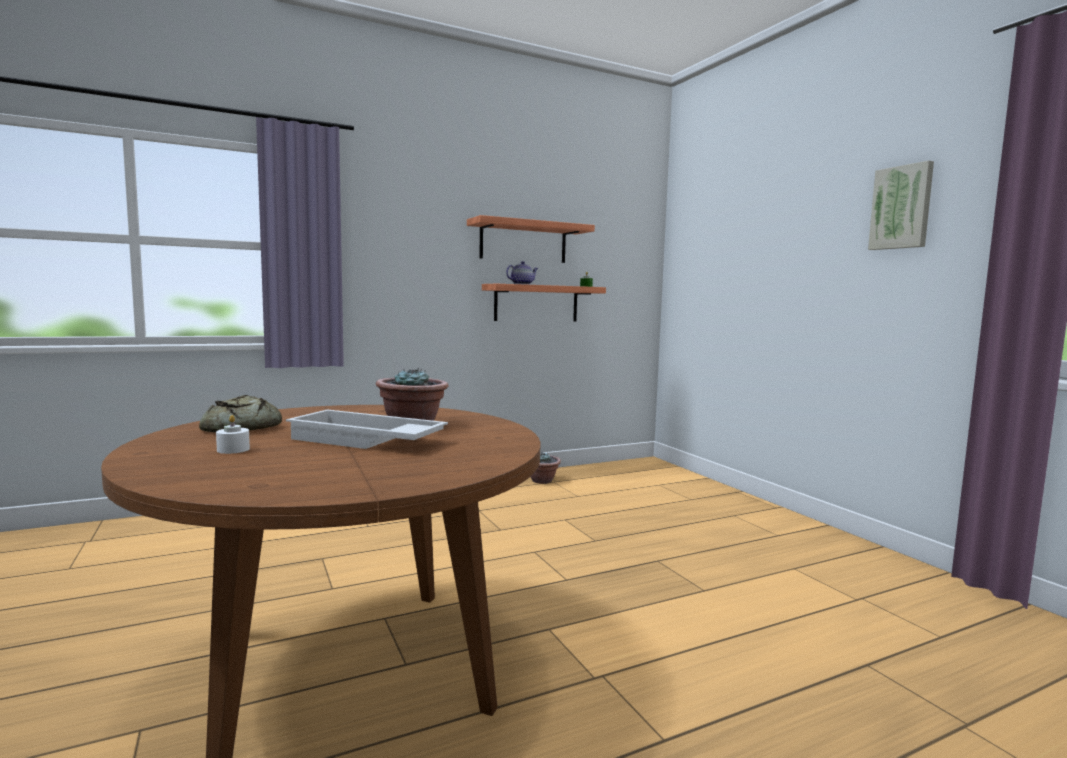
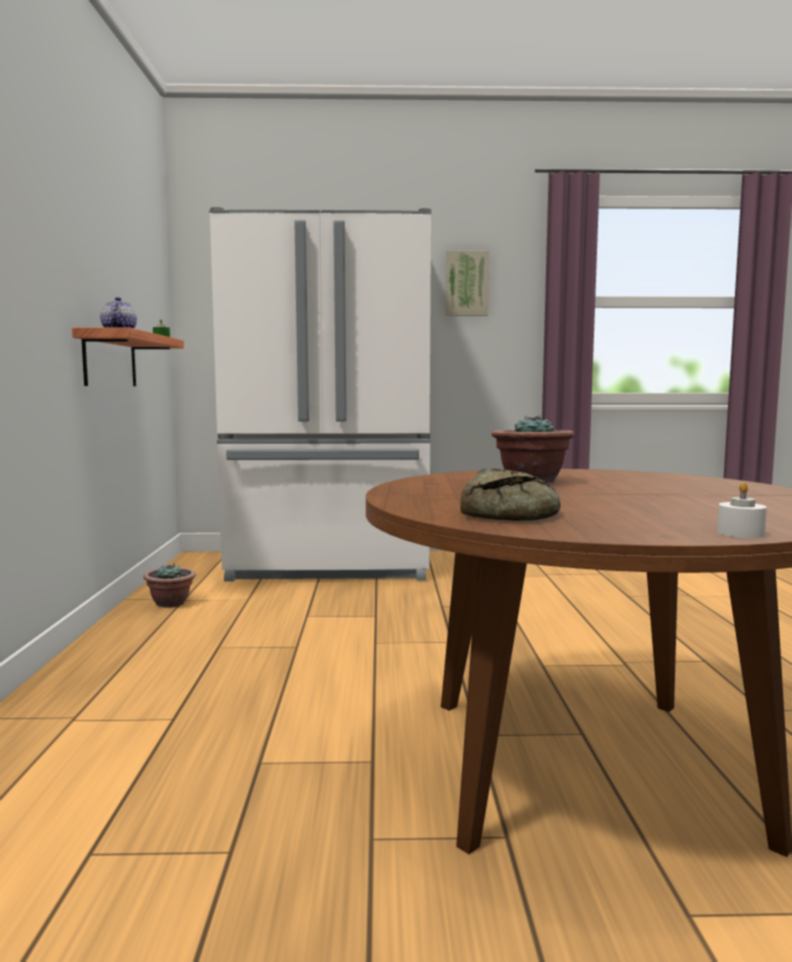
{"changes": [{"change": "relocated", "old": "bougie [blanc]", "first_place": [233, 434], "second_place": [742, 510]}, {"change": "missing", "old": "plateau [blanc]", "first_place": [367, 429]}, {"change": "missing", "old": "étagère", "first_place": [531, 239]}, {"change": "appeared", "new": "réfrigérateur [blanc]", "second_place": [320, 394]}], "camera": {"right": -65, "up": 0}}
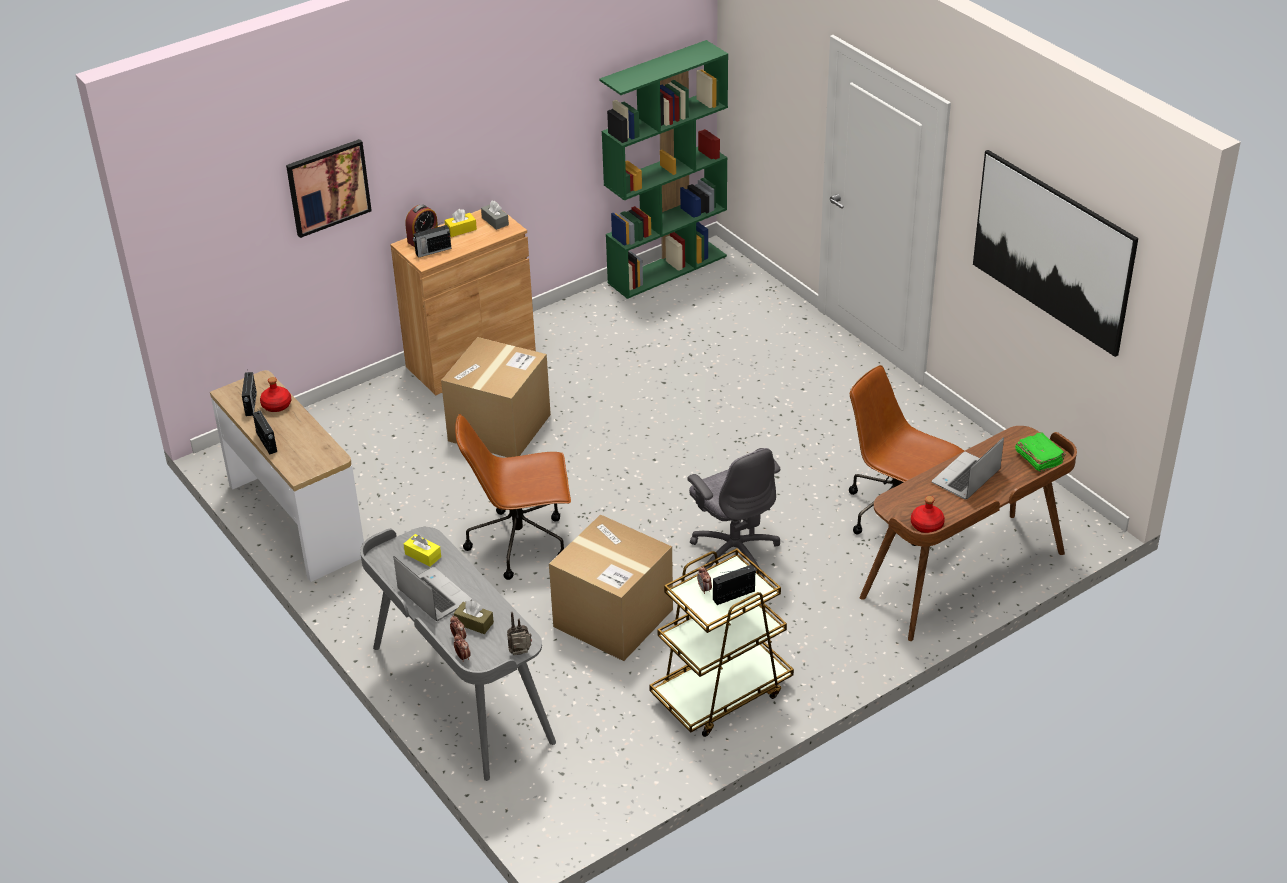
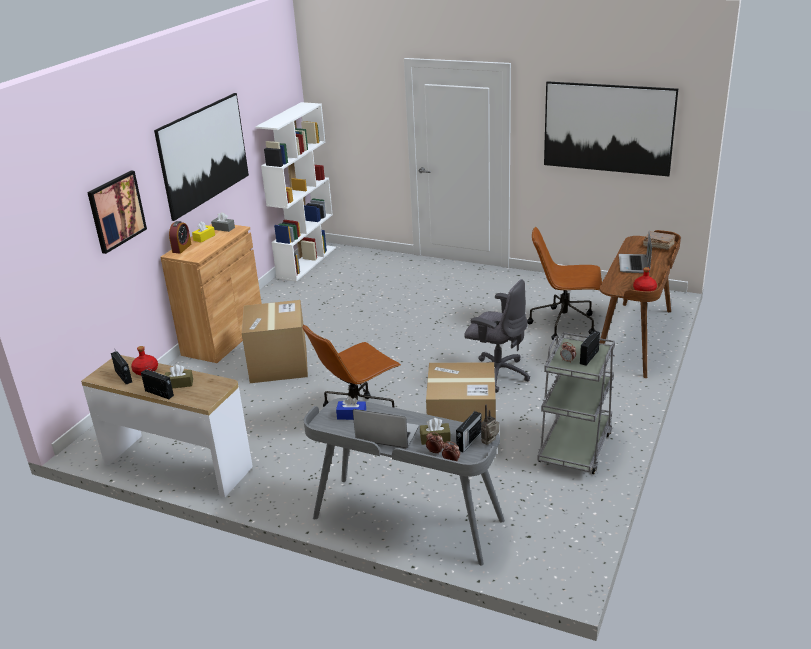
{"changes": [{"change": "colour", "old": "boîte à mouchoirs [jaune]", "new": "boîte à mouchoirs [bleu]", "first_place": [422, 550], "second_place": [351, 408]}, {"change": "relocated", "old": "radio", "first_place": [432, 240], "second_place": [469, 430]}, {"change": "colour", "old": "bibliothèque [vert]", "new": "bibliothèque [blanc]", "first_place": [664, 169], "second_place": [296, 192]}, {"change": "colour", "old": "chariot [marron]", "new": "chariot [gris]", "first_place": [721, 642], "second_place": [576, 403]}, {"change": "colour", "old": "livre [vert]", "new": "livre [marron]", "first_place": [1040, 452], "second_place": [659, 240]}, {"change": "appeared", "new": "tableau", "second_place": [201, 157]}, {"change": "appeared", "new": "boîte à mouchoirs [marron]", "second_place": [179, 376]}], "camera": {"right": -30, "up": -10}}
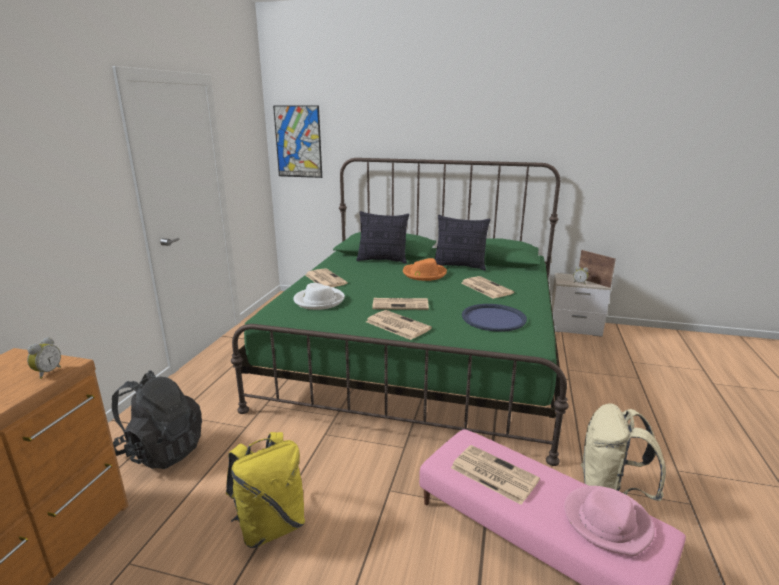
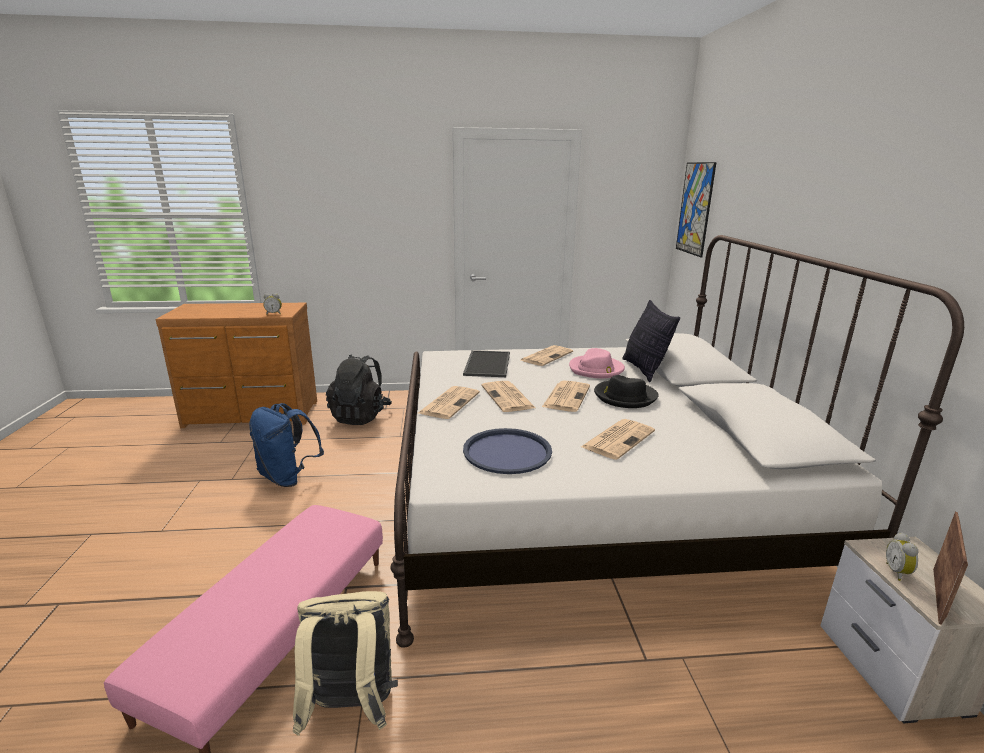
{"changes": [{"change": "colour", "old": "sac à dos [jaune]", "new": "sac à dos [bleu]", "first_place": [265, 490], "second_place": [286, 445]}, {"change": "colour", "old": "lit [vert]", "new": "lit [blanc]", "first_place": [400, 312], "second_place": [677, 441]}, {"change": "exchanged", "old": "chapeau [blanc]", "new": "plateau", "first_place": [319, 296], "second_place": [486, 363]}, {"change": "colour", "old": "chapeau [orange]", "new": "chapeau [noir]", "first_place": [425, 269], "second_place": [626, 391]}, {"change": "missing", "old": "coussin", "first_place": [463, 243]}, {"change": "relocated", "old": "journal", "first_place": [495, 475], "second_place": [566, 396]}, {"change": "relocated", "old": "chapeau [rose]", "first_place": [609, 521], "second_place": [597, 363]}], "camera": {"right": 70, "up": 0}}
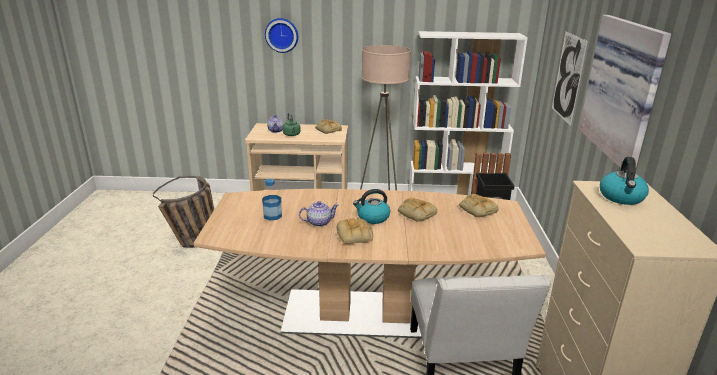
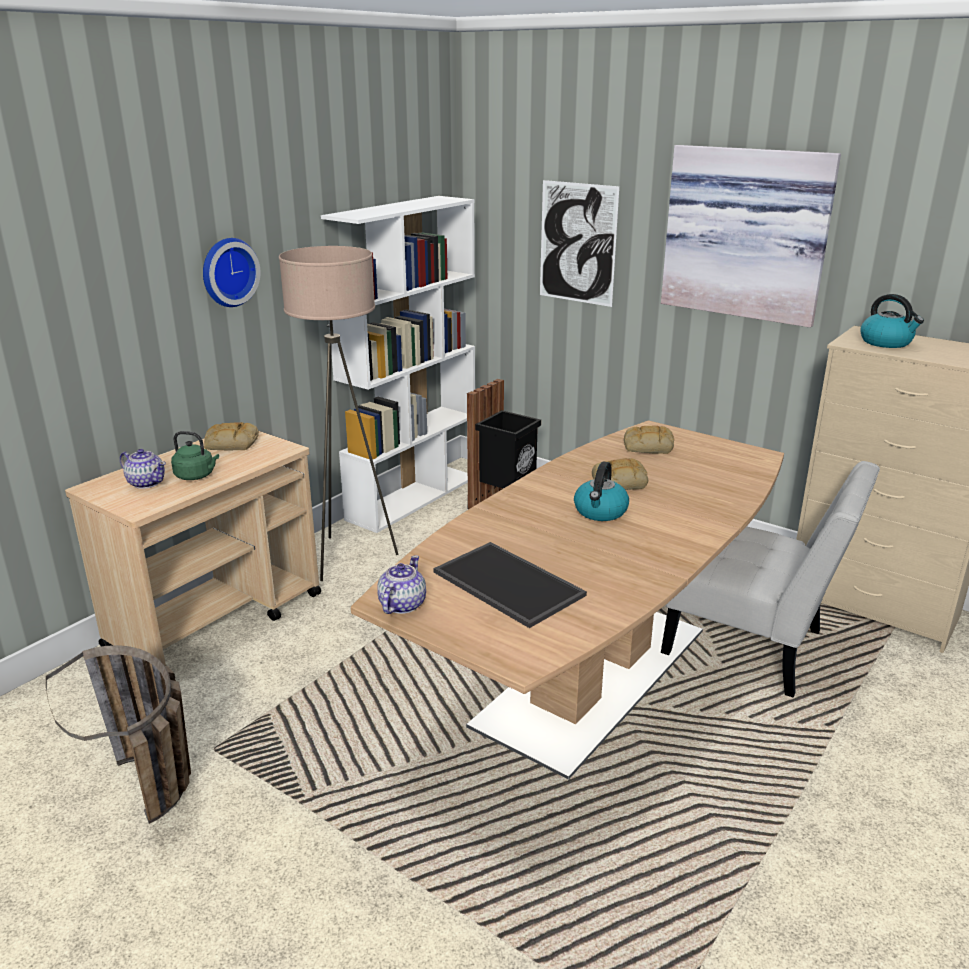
{"changes": [{"change": "exchanged", "old": "bouteille", "new": "plateau", "first_place": [272, 199], "second_place": [510, 585]}, {"change": "relocated", "old": "horloge murale", "first_place": [281, 35], "second_place": [231, 272]}, {"change": "relocated", "old": "théière", "first_place": [319, 214], "second_place": [401, 584]}, {"change": "missing", "old": "pain", "first_place": [355, 231]}], "camera": {"right": -55, "up": 0}}
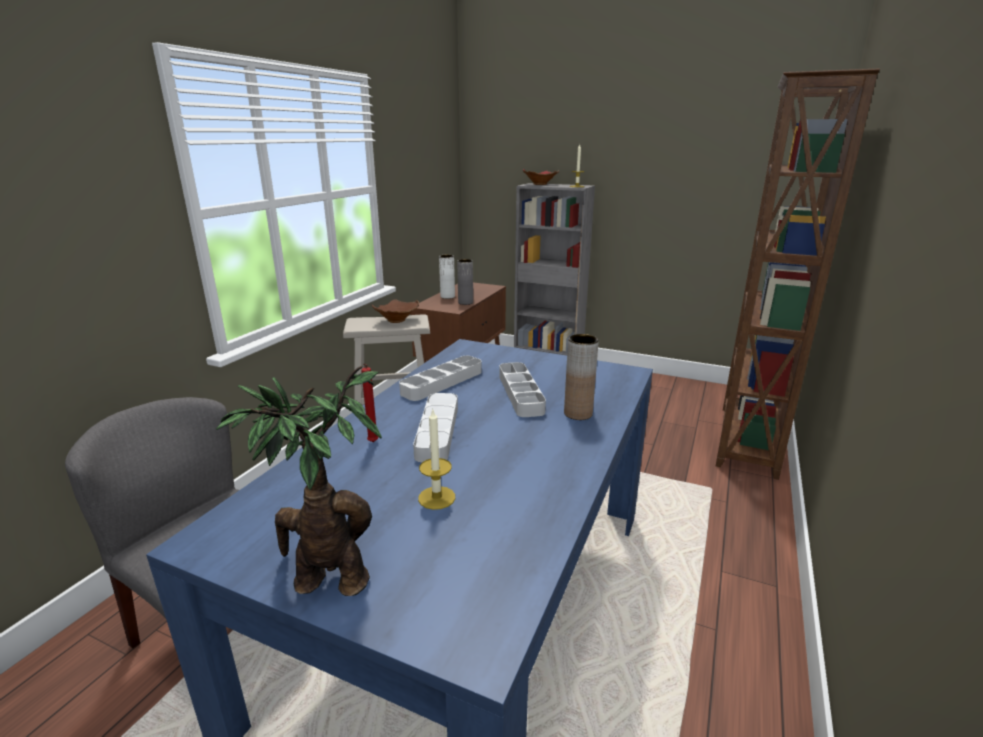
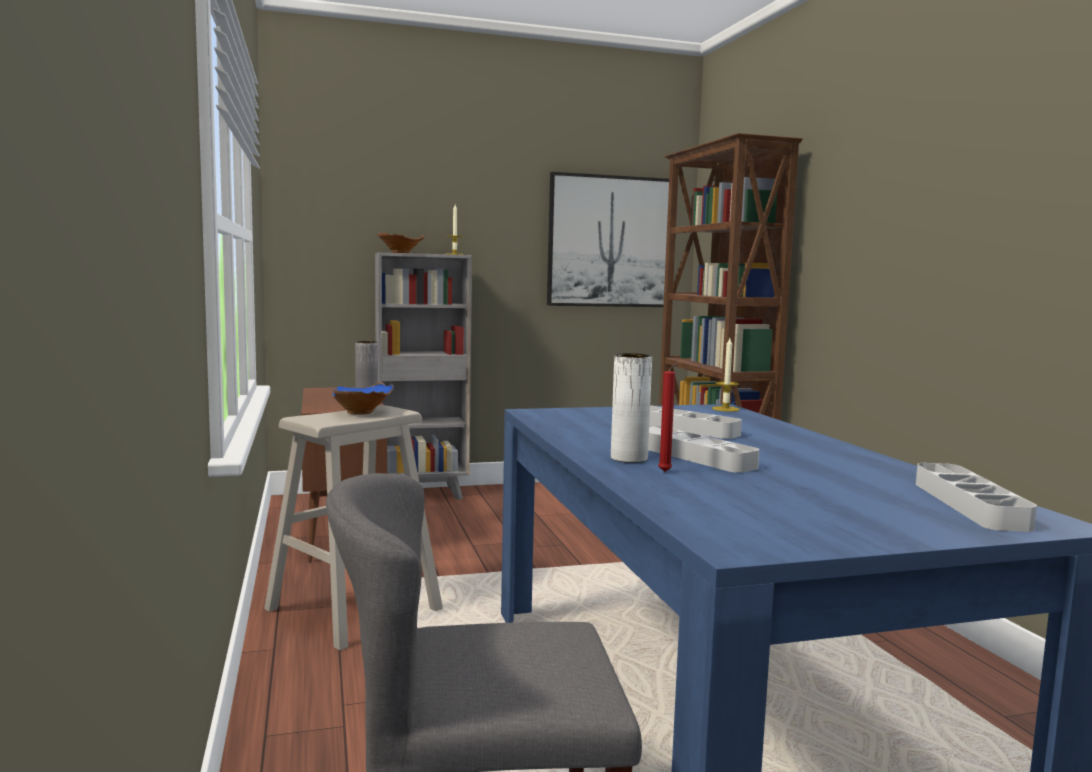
{"changes": [{"change": "missing", "old": "plante en pot", "first_place": [299, 481]}, {"change": "colour", "old": "bol [marron]", "new": "bol [bleu]", "first_place": [395, 311], "second_place": [362, 398]}, {"change": "relocated", "old": "plateau [gris]", "first_place": [440, 378], "second_place": [976, 497]}, {"change": "relocated", "old": "bougie", "first_place": [436, 460], "second_place": [726, 375]}, {"change": "relocated", "old": "vase [blanc]", "first_place": [447, 277], "second_place": [631, 408]}, {"change": "missing", "old": "vase [marron]", "first_place": [581, 377]}, {"change": "appeared", "new": "tableau", "second_place": [608, 239]}], "camera": {"right": -40, "up": -15}}
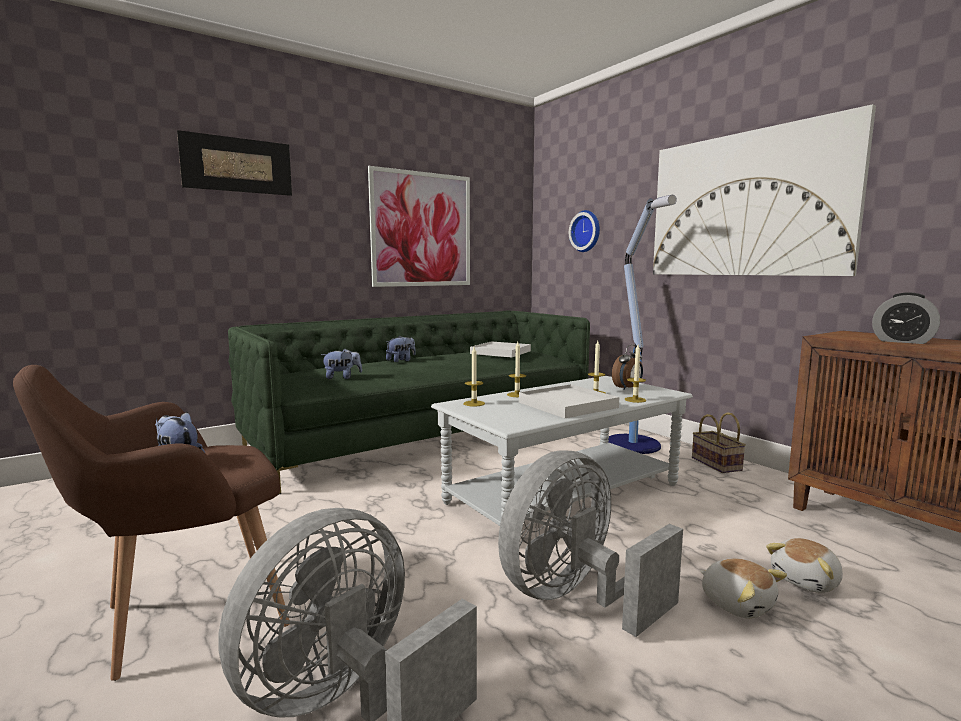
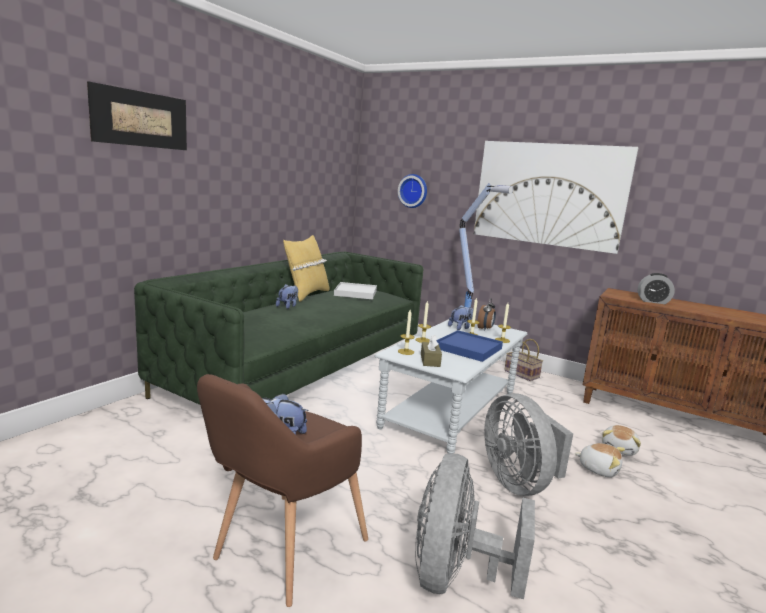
{"changes": [{"change": "relocated", "old": "peluche", "first_place": [341, 364], "second_place": [460, 317]}, {"change": "missing", "old": "tableau", "first_place": [419, 226]}, {"change": "spun", "old": "ventilateur [gris]", "first_place": [590, 543], "second_place": [528, 444], "degrees": -45}, {"change": "colour", "old": "plateau [blanc]", "new": "plateau [bleu]", "first_place": [569, 401], "second_place": [470, 346]}, {"change": "appeared", "new": "coussin [jaune]", "second_place": [306, 268]}, {"change": "appeared", "new": "boîte à mouchoirs [marron]", "second_place": [431, 351]}], "camera": {"right": -25, "up": 5}}
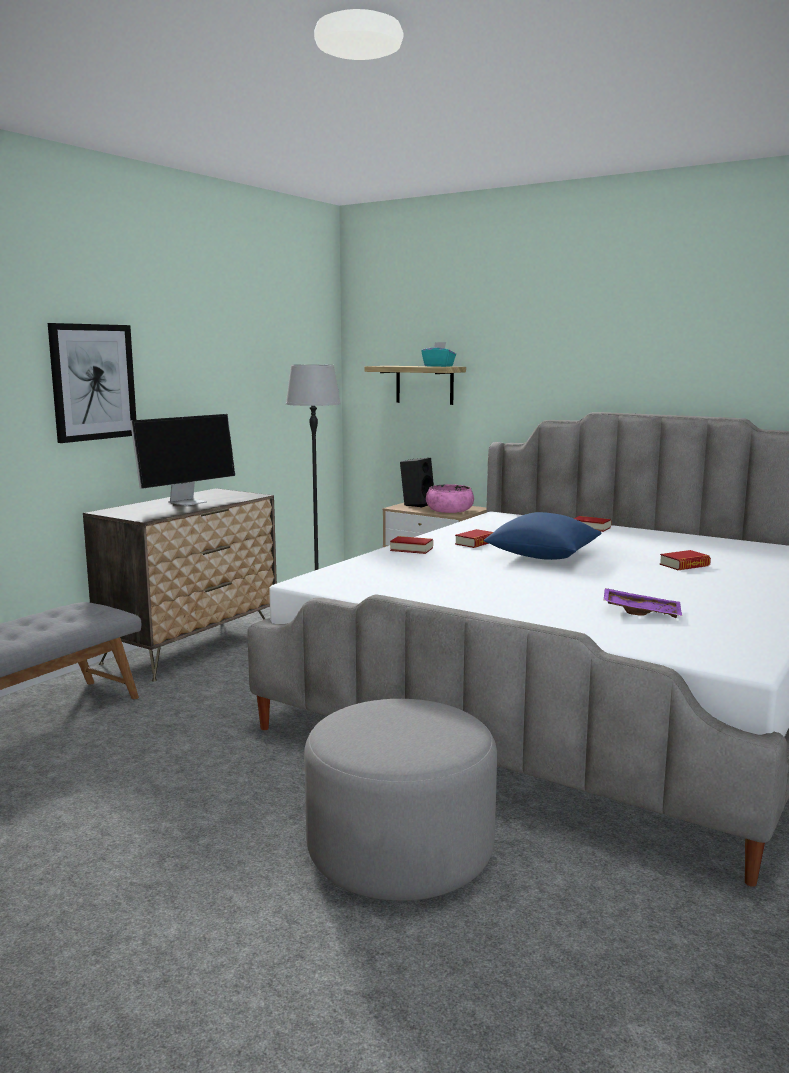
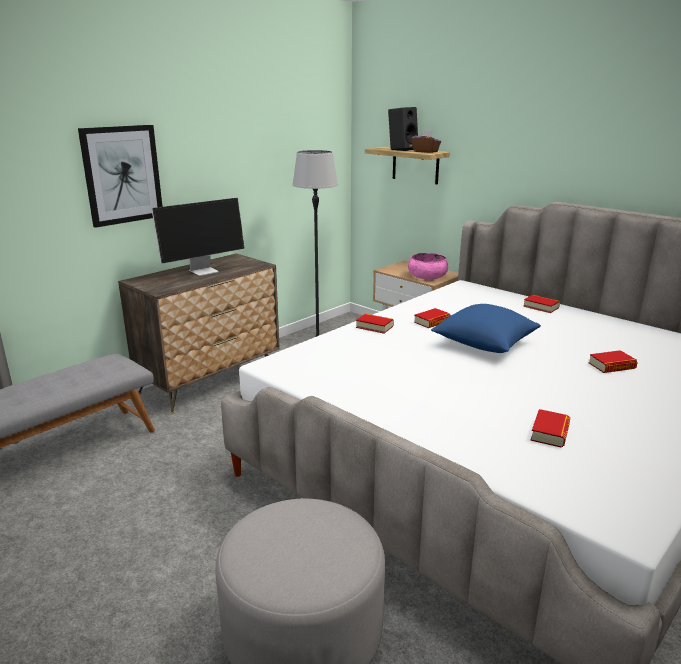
{"changes": [{"change": "relocated", "old": "enceinte [noir]", "first_place": [417, 482], "second_place": [403, 129]}, {"change": "colour", "old": "boîte à mouchoirs [turquoise]", "new": "boîte à mouchoirs [marron]", "first_place": [438, 354], "second_place": [426, 141]}, {"change": "exchanged", "old": "plateau [violet]", "new": "livre", "first_place": [642, 603], "second_place": [550, 428]}], "camera": {"right": 10, "up": 10}}
